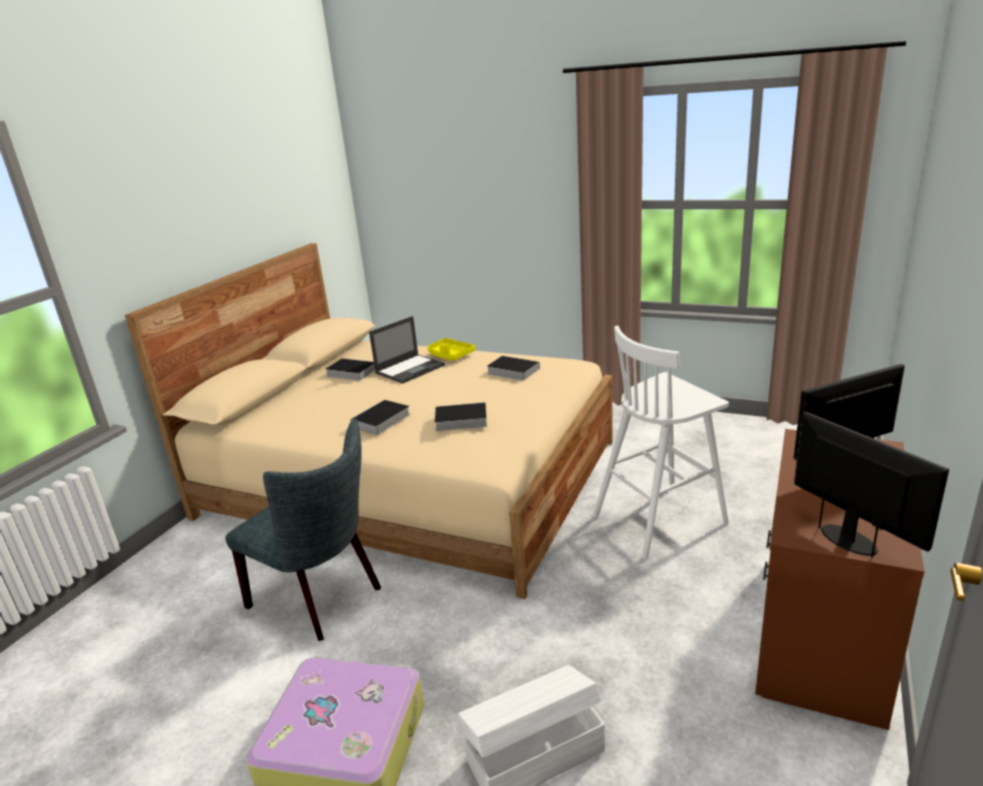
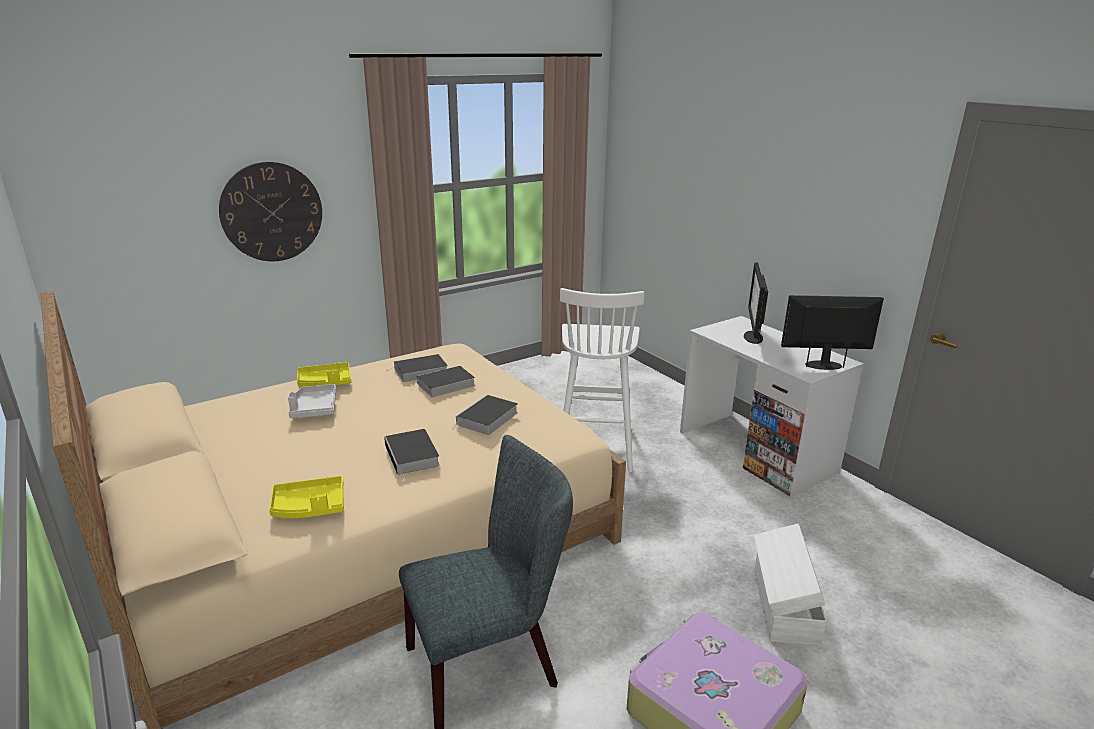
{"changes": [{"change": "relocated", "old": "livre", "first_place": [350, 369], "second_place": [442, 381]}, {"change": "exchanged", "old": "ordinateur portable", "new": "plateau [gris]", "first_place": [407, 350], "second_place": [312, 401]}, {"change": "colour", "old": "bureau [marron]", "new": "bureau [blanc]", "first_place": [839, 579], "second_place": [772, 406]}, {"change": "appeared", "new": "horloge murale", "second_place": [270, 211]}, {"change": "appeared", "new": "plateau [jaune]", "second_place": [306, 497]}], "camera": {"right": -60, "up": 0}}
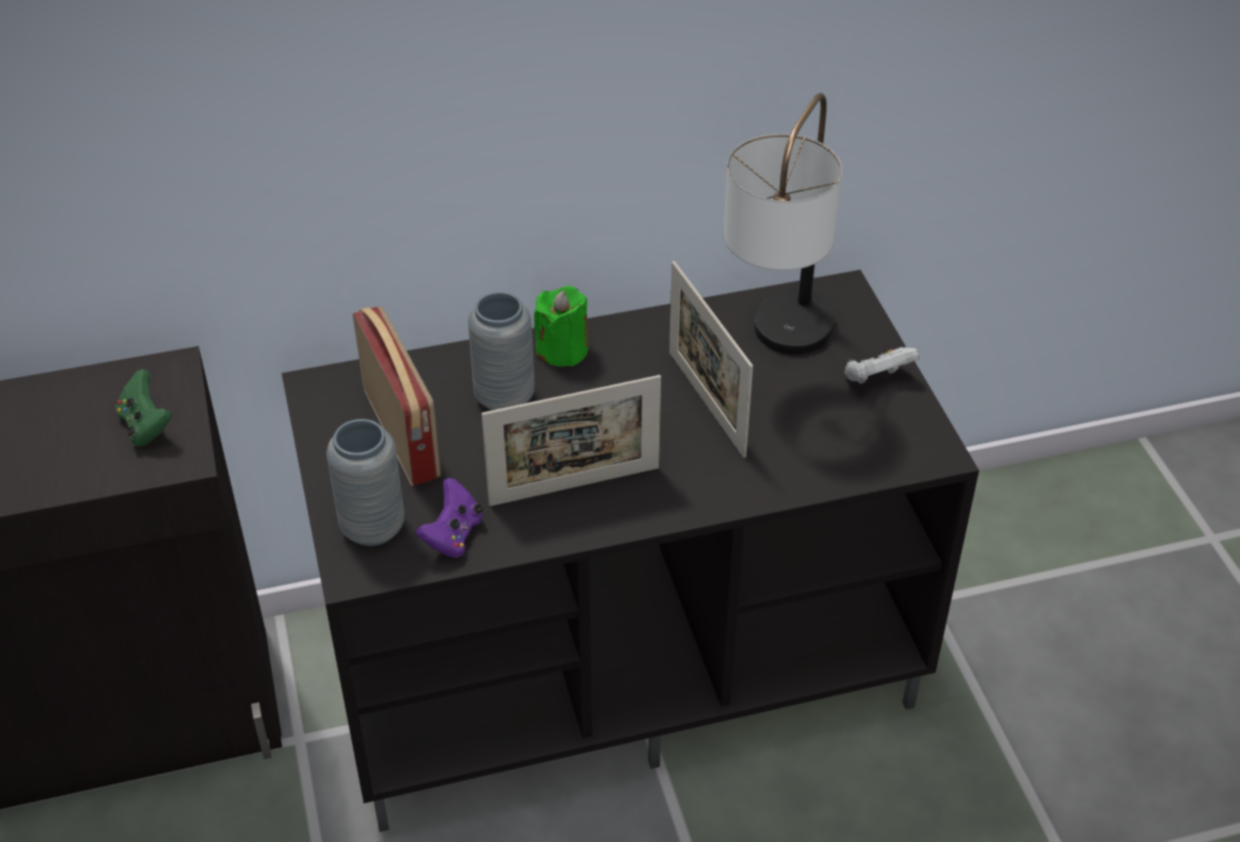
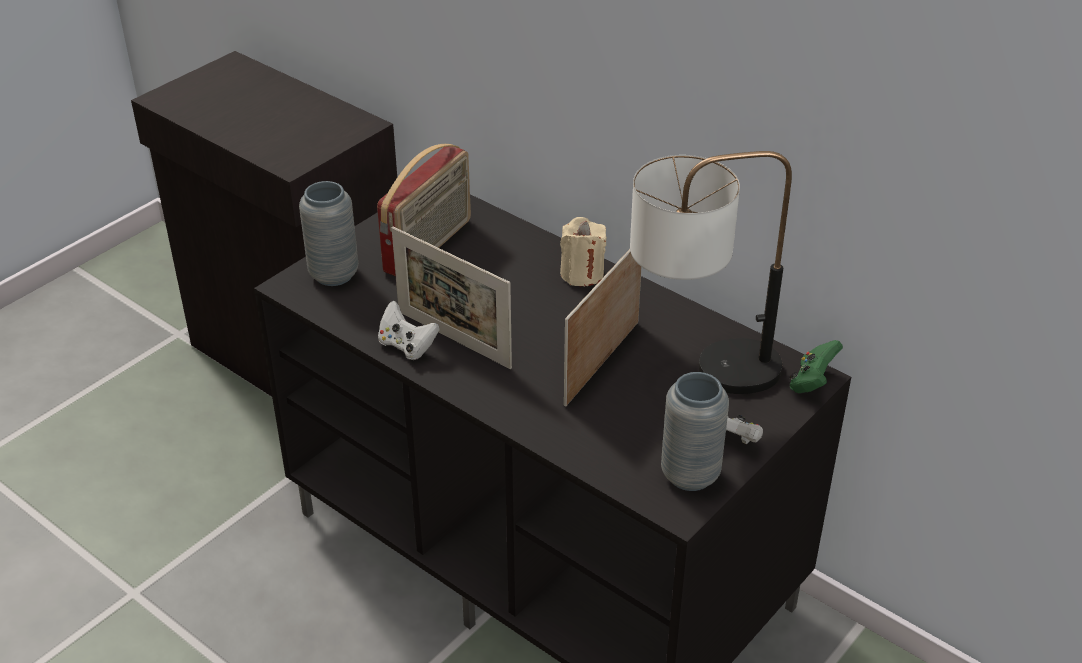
{"changes": [{"change": "relocated", "old": "manette [vert]", "first_place": [144, 407], "second_place": [816, 366]}, {"change": "missing", "old": "manette [violet]", "first_place": [449, 518]}, {"change": "relocated", "old": "vase [gris]", "first_place": [501, 351], "second_place": [695, 431]}, {"change": "colour", "old": "bougie [vert]", "new": "bougie [beige]", "first_place": [561, 326], "second_place": [583, 251]}, {"change": "appeared", "new": "manette [blanc]", "second_place": [409, 330]}], "camera": {"right": 55, "up": -5}}
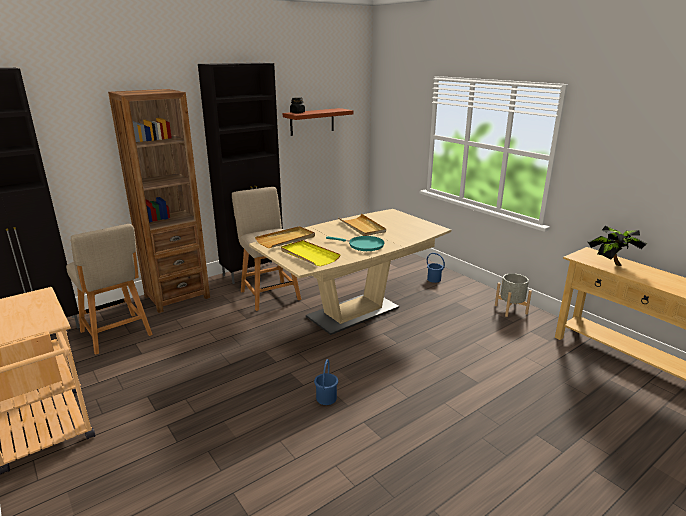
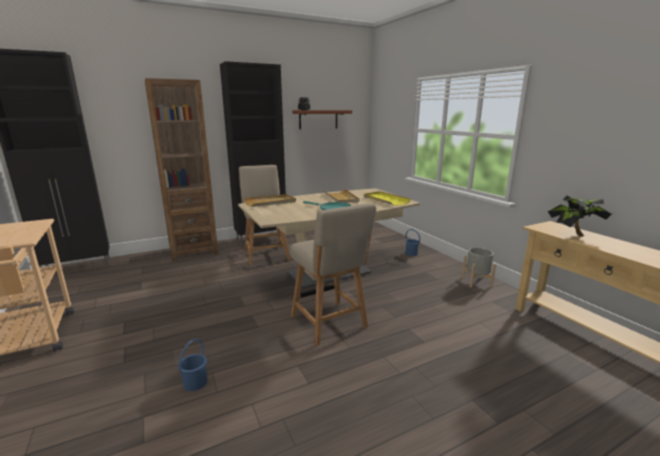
{"changes": [{"change": "relocated", "old": "chaise [beige]", "first_place": [109, 289], "second_place": [333, 274]}, {"change": "relocated", "old": "plateau [jaune]", "first_place": [311, 253], "second_place": [387, 198]}, {"change": "relocated", "old": "seau [bleu]", "first_place": [326, 382], "second_place": [192, 364]}], "camera": {"right": 10, "up": -5}}
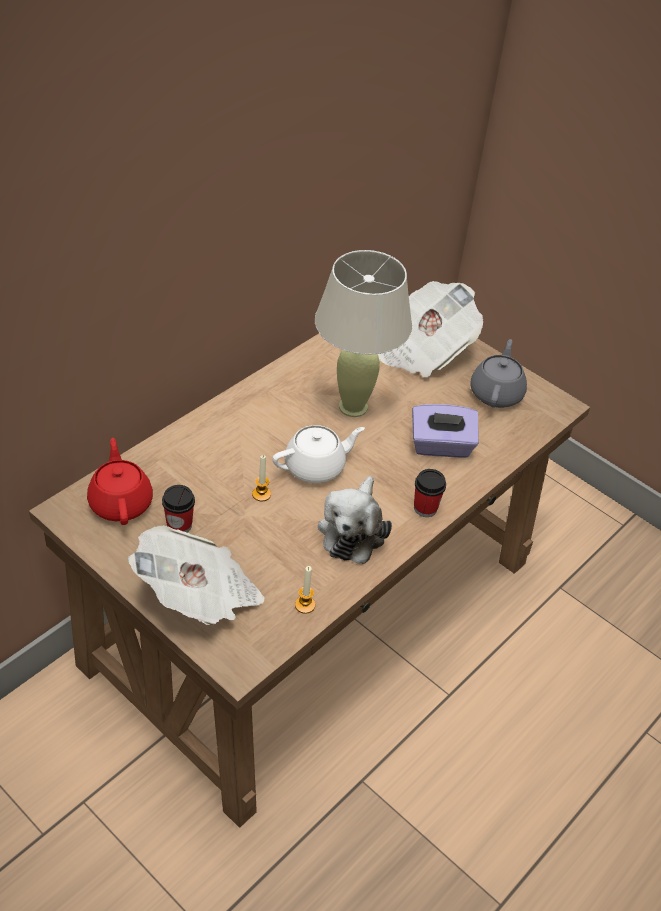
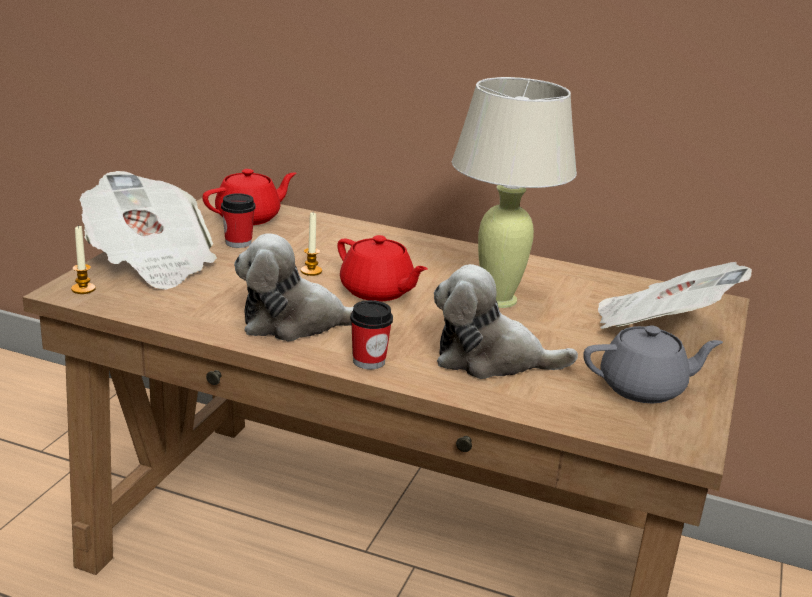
{"changes": [{"change": "colour", "old": "théière [blanc]", "new": "théière [rouge]", "first_place": [318, 454], "second_place": [382, 268]}, {"change": "relocated", "old": "bougie", "first_place": [305, 590], "second_place": [83, 260]}, {"change": "exchanged", "old": "boîte à mouchoirs [violet]", "new": "peluche", "first_place": [445, 431], "second_place": [506, 321]}], "camera": {"right": 70, "up": -20}}
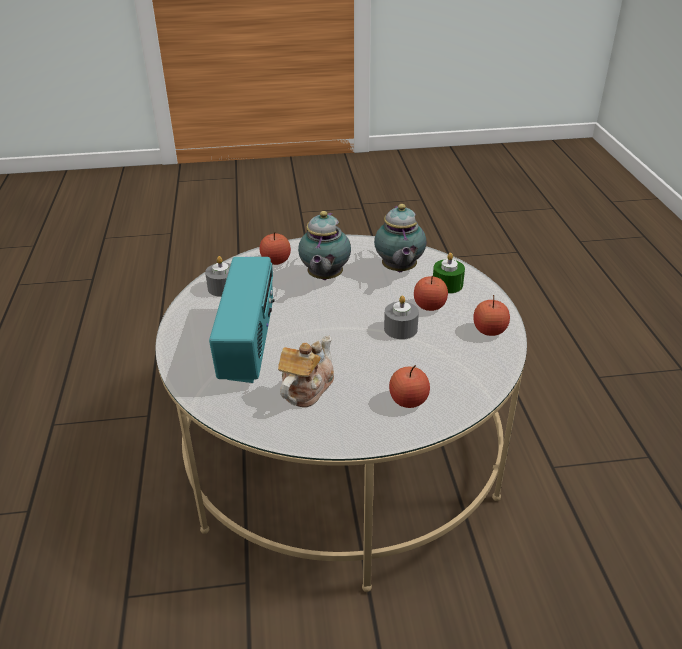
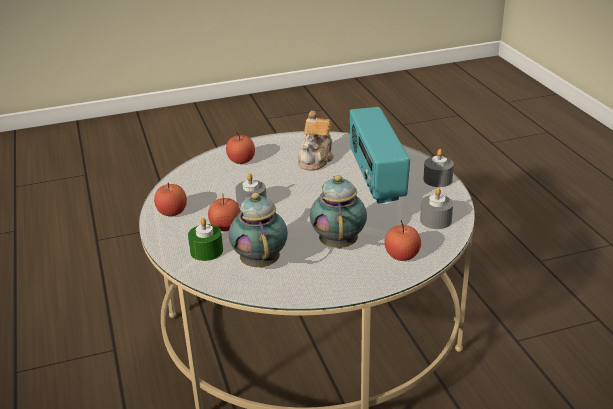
{"changes": [{"change": "appeared", "new": "bougie [gris]", "second_place": [438, 168]}], "camera": {"right": 170, "up": -5}}
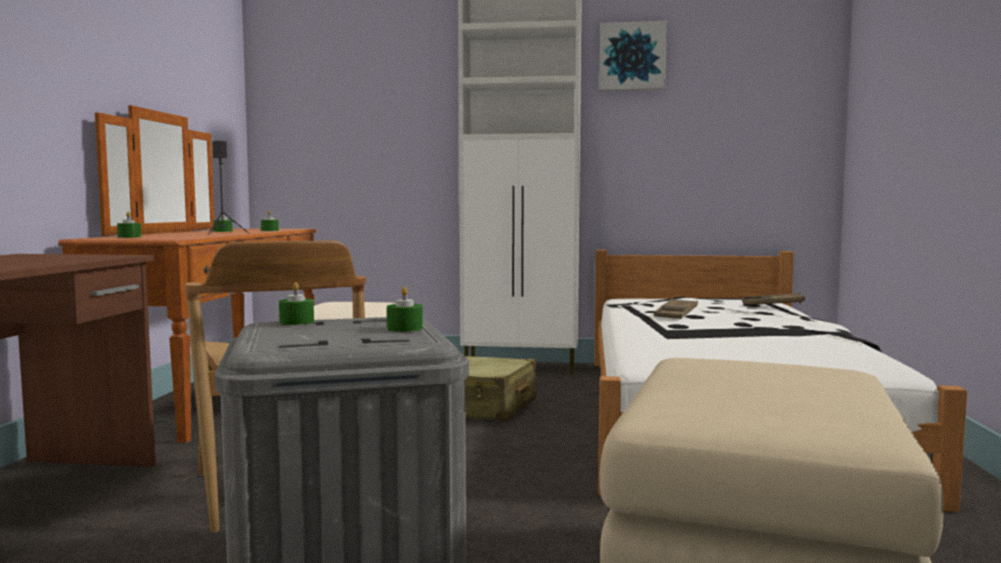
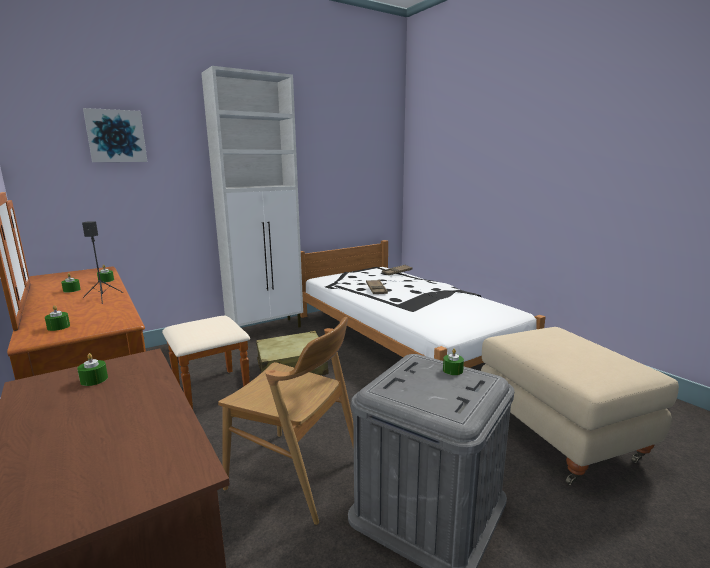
{"changes": [{"change": "relocated", "old": "bougie [vert]", "first_place": [296, 303], "second_place": [92, 369]}, {"change": "relocated", "old": "tableau", "first_place": [633, 56], "second_place": [115, 135]}], "camera": {"right": -40, "up": 10}}
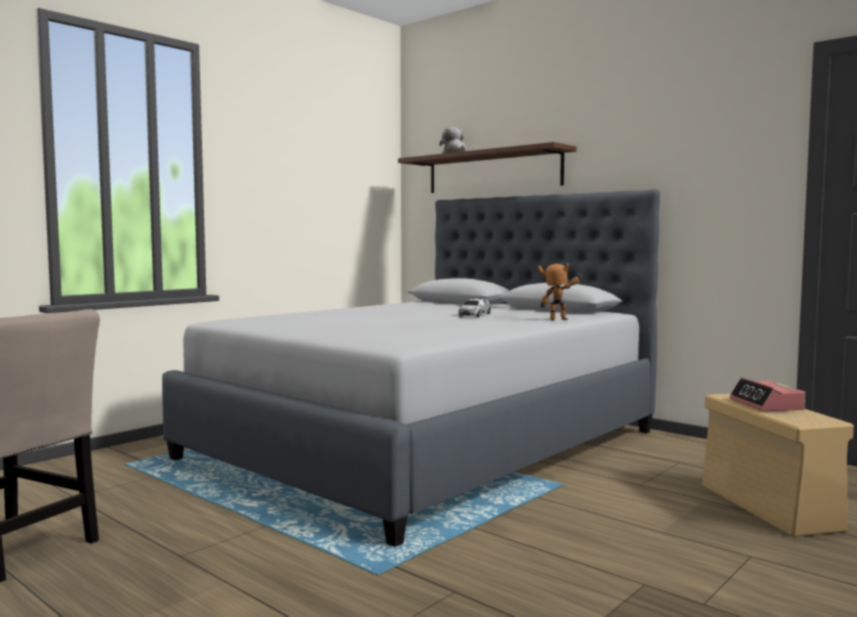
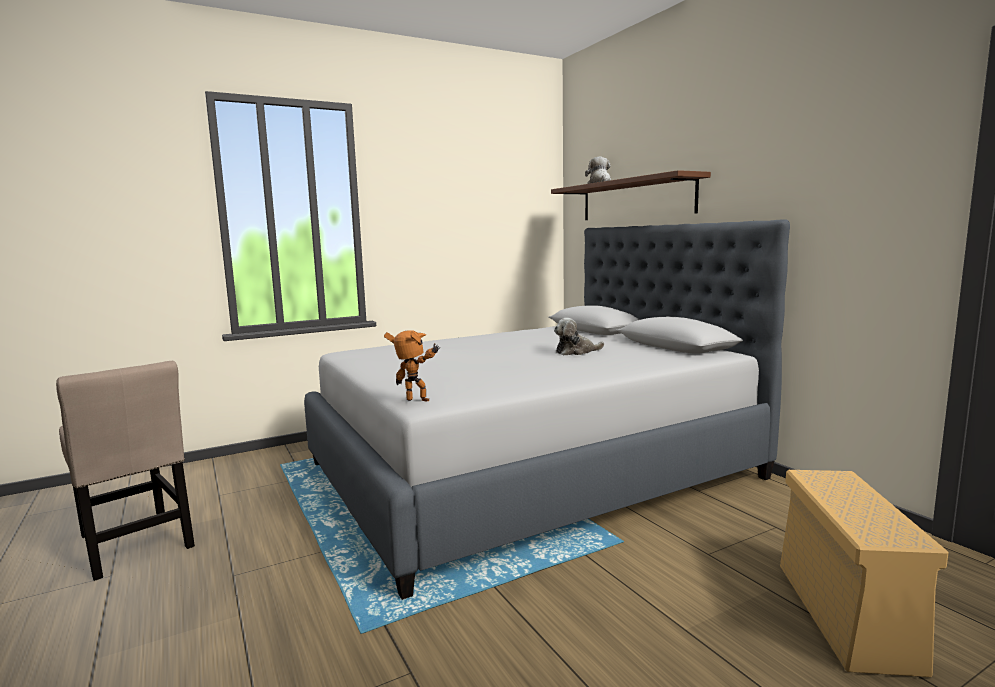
{"changes": [{"change": "exchanged", "old": "petite voiture", "new": "peluche", "first_place": [475, 307], "second_place": [579, 336]}, {"change": "relocated", "old": "robot jouet", "first_place": [560, 291], "second_place": [412, 366]}, {"change": "missing", "old": "réveil", "first_place": [767, 394]}], "camera": {"right": 20, "up": 5}}
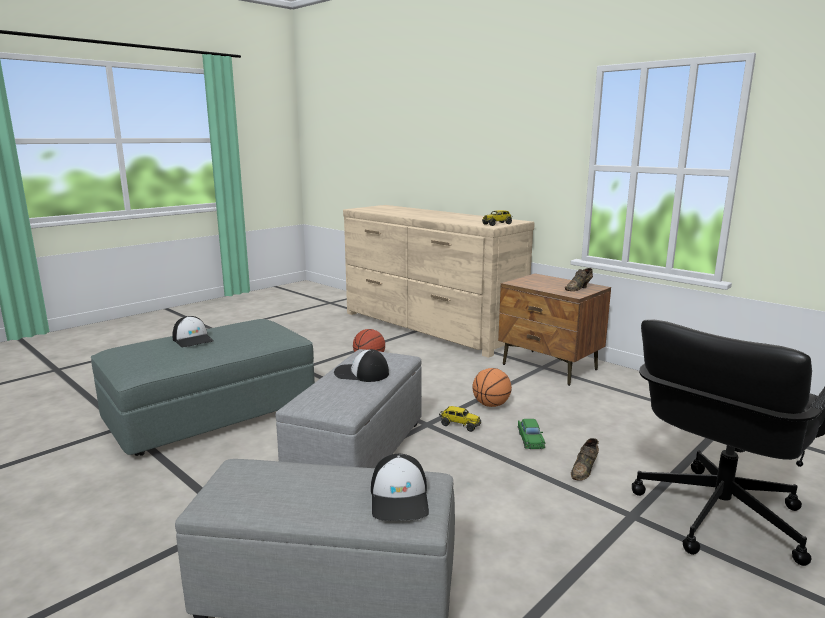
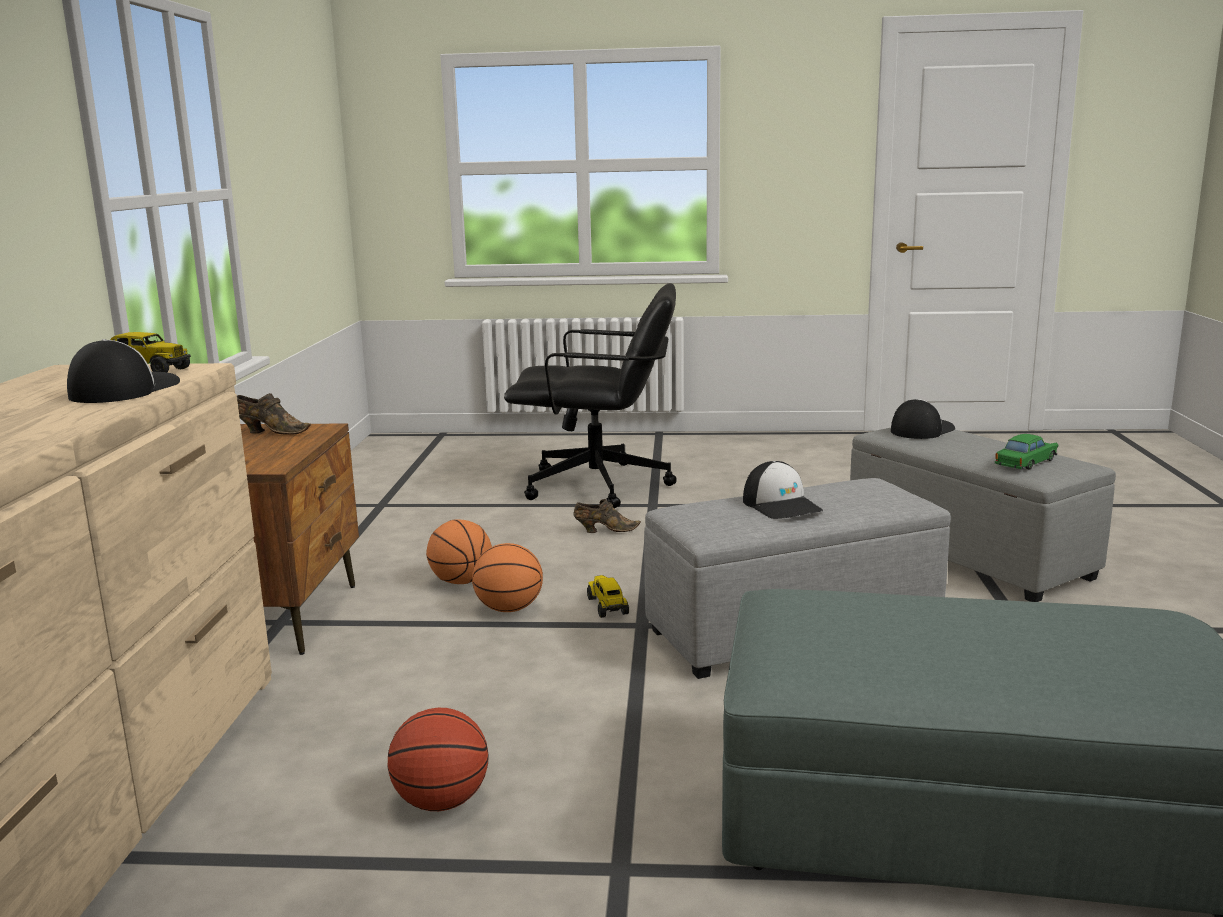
{"changes": [{"change": "relocated", "old": "casquette", "first_place": [193, 332], "second_place": [123, 371]}, {"change": "relocated", "old": "petite voiture [vert]", "first_place": [531, 434], "second_place": [1026, 452]}, {"change": "appeared", "new": "ballon de basket", "second_place": [459, 551]}], "camera": {"right": -130, "up": 0}}
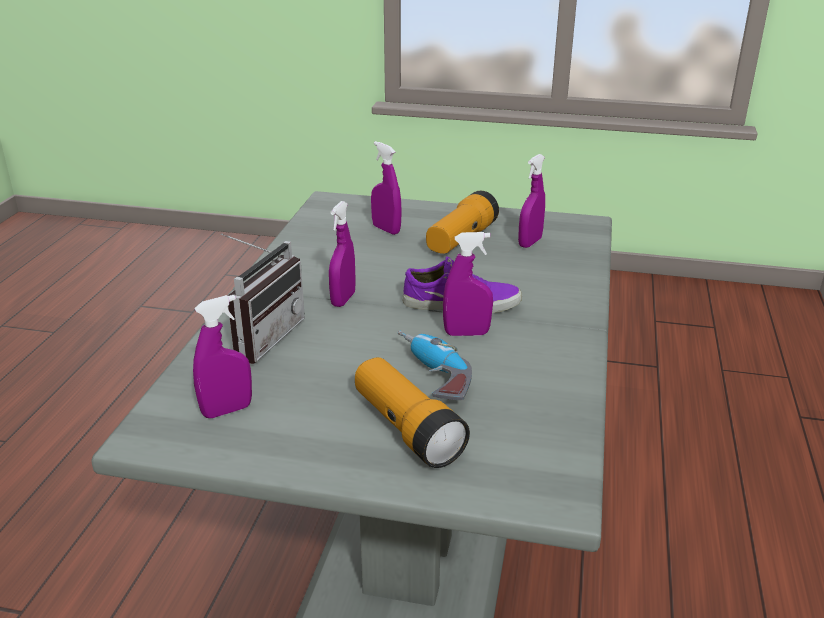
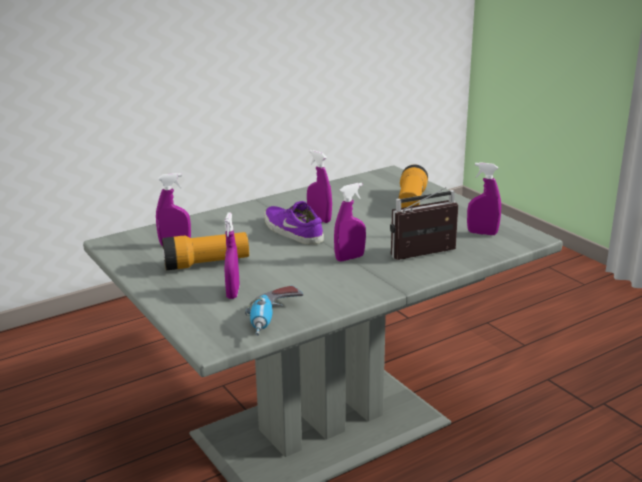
{"changes": [{"change": "relocated", "old": "perceuse", "first_place": [435, 365], "second_place": [274, 311]}], "camera": {"right": -135, "up": -5}}
